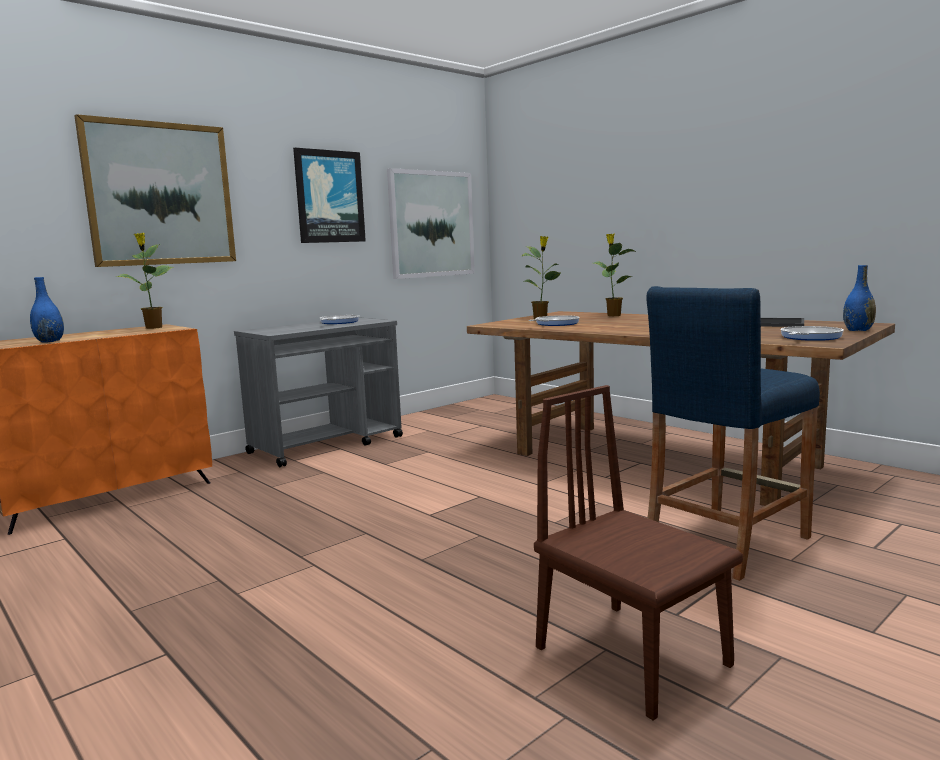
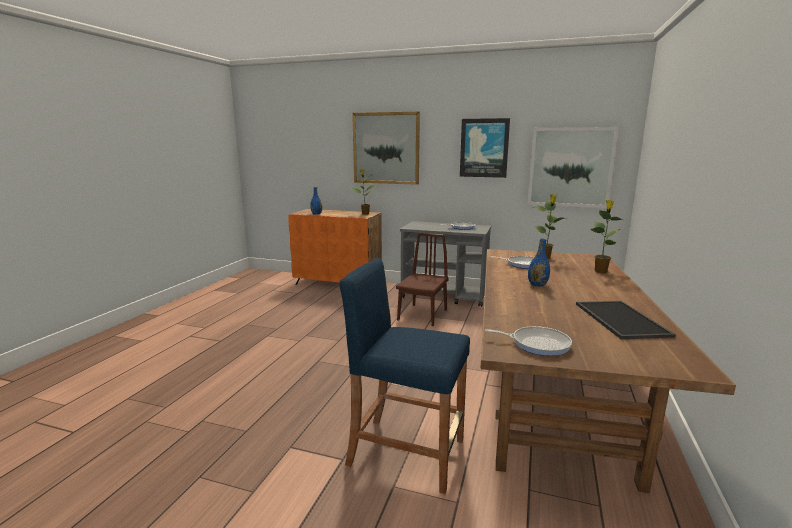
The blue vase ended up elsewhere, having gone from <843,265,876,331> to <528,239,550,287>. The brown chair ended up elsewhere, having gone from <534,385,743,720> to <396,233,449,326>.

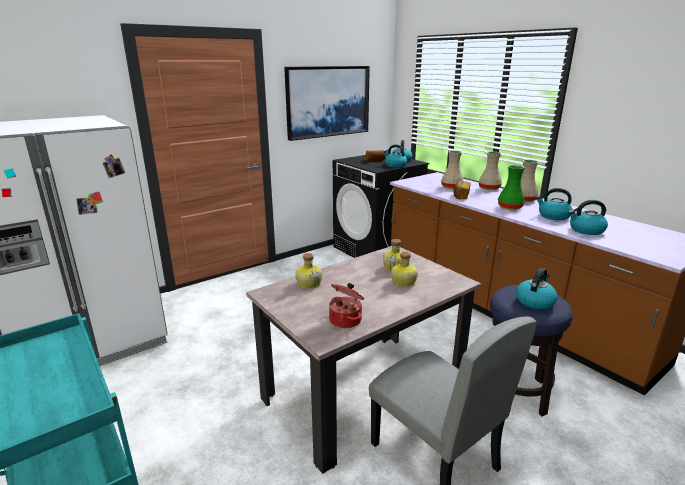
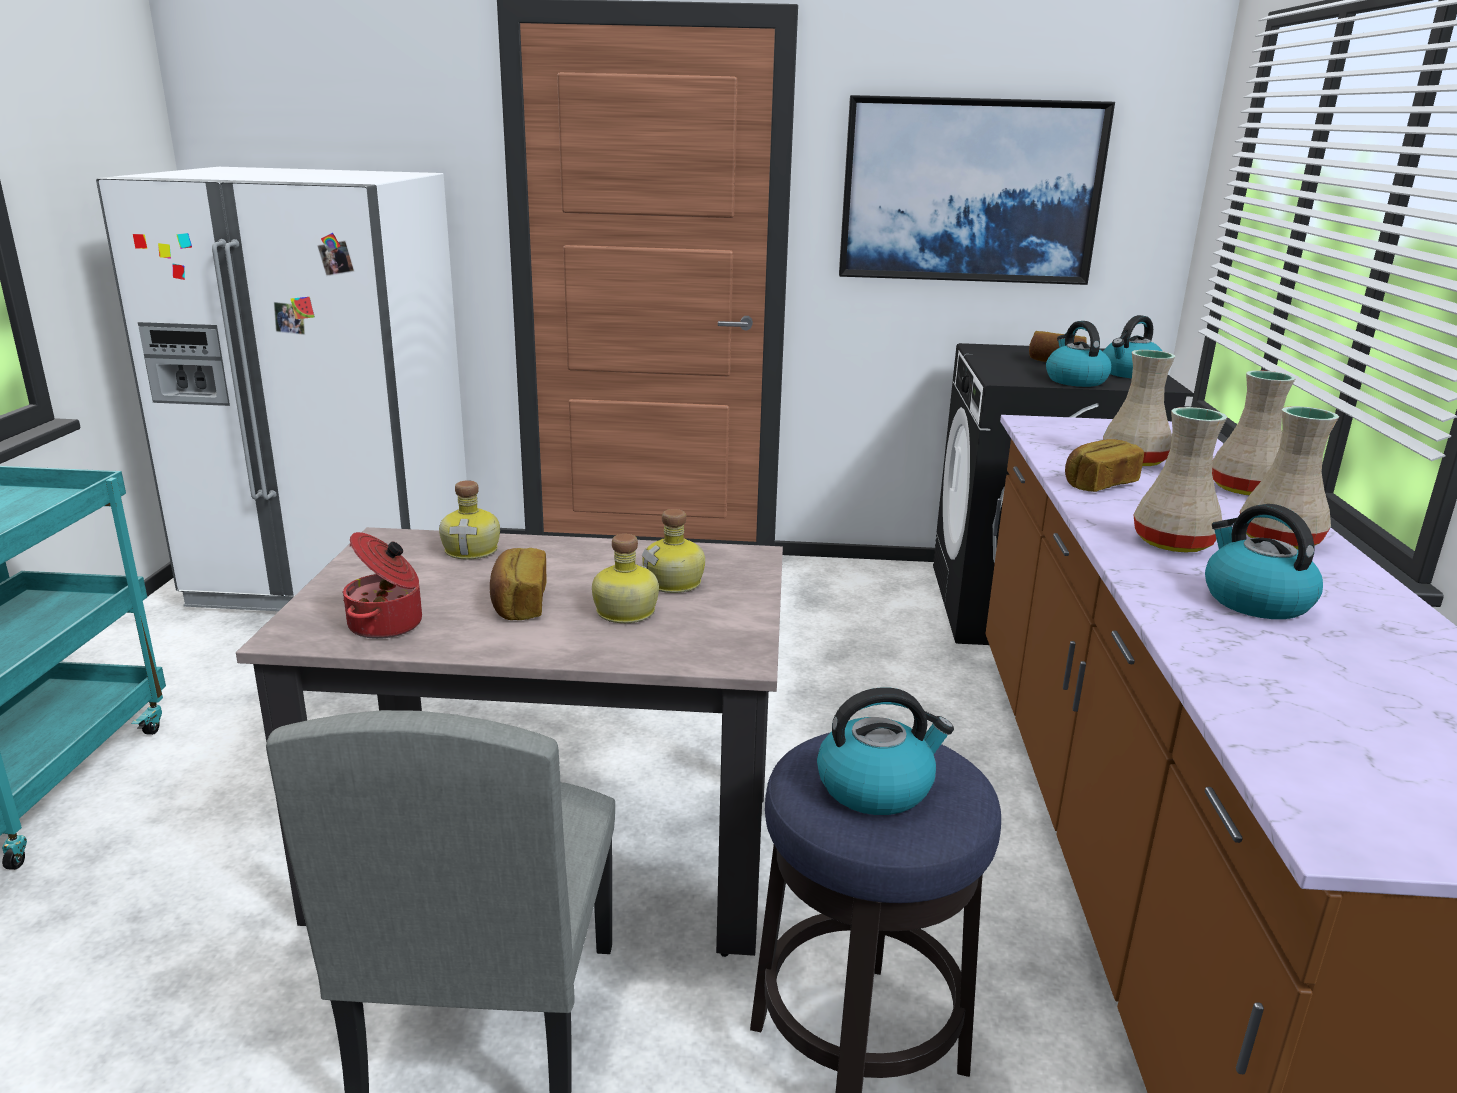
What was the green vase at <498,165,525,210> turned into the beige vase at <1133,407,1227,553>. The second view lost the kettle at <568,200,608,235>. The second view gained the bread at <490,548,547,620>.

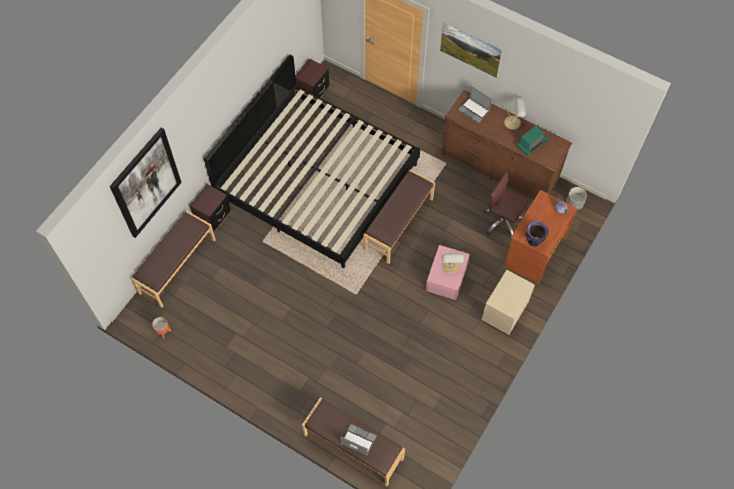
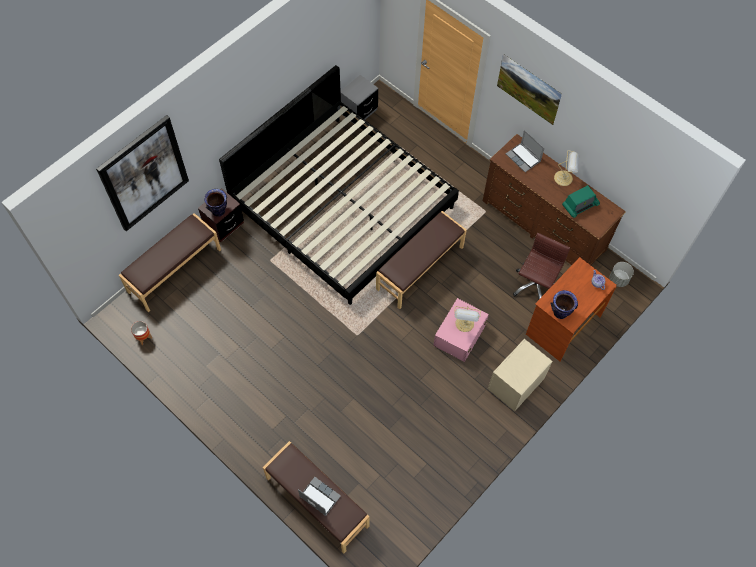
What was the brown nightstand at <295,58,329,105> turned into the grey nightstand at <341,75,378,124>. The brown office chair at <483,172,530,239> ended up facing another way, 75 degrees clockwise from before. The second view gained the vase at <204,189,227,217>.

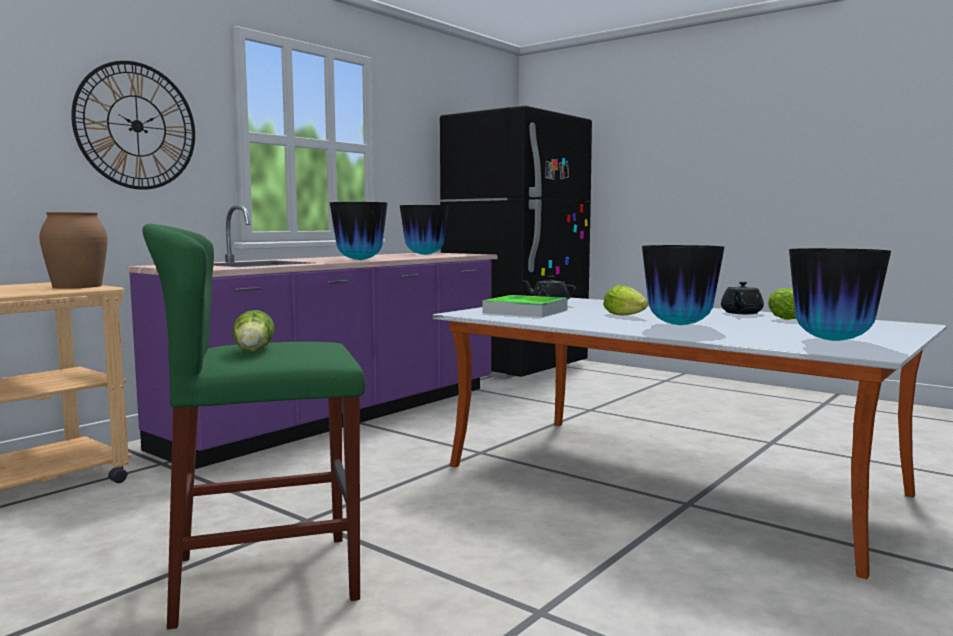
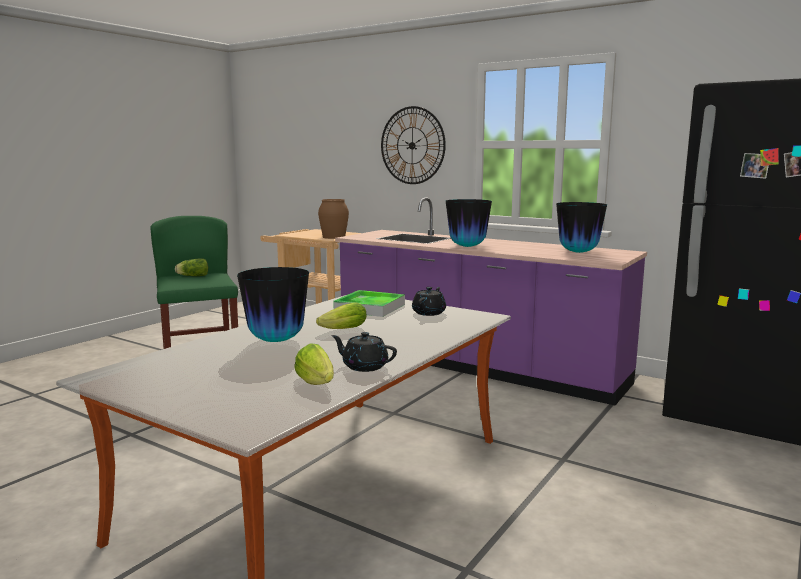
The second view lost the vase at <789,248,891,341>.

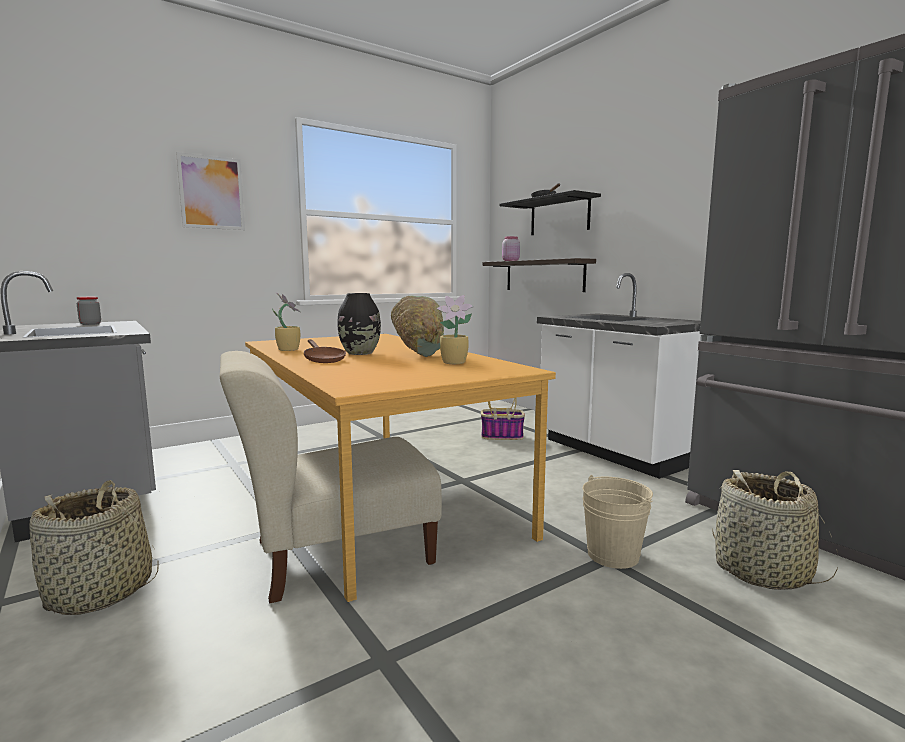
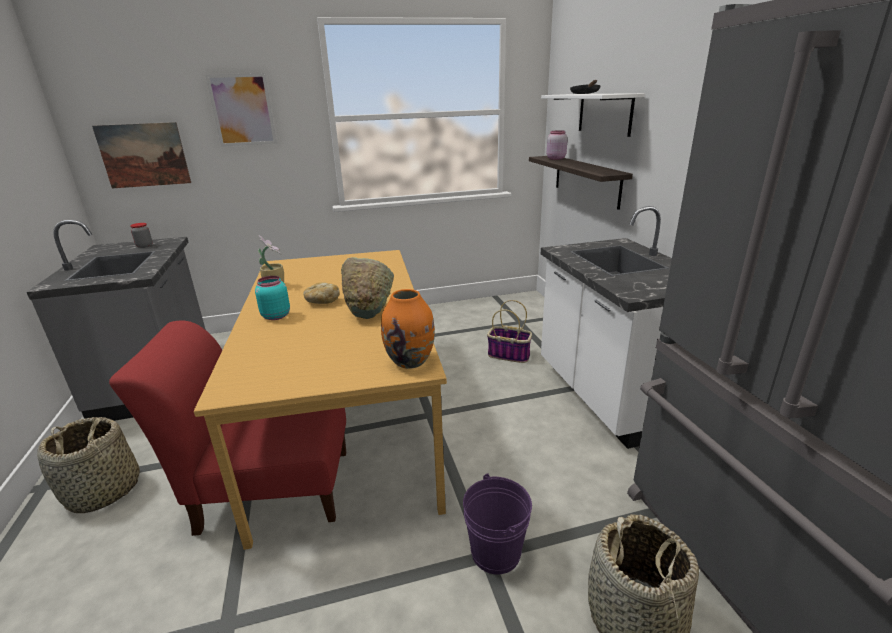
What was the black shelf at <500,190,601,235> turned into the white shelf at <541,93,645,137>. Where the black vase stood at <337,293,381,355>, the bread came to stand at <303,282,340,304>. The second view lost the potted plant at <436,295,474,364>. Where the brown frying pan stood at <304,339,346,363>, the turquoise jar came to stand at <255,276,290,320>. What was the beige chair at <220,351,442,603> turned into the red chair at <109,320,346,536>. What was the beige bucket at <583,475,653,569> turned into the purple bucket at <463,473,532,575>. The second view gained the picture at <92,122,191,188>. The second view gained the orange vase at <381,289,435,369>.

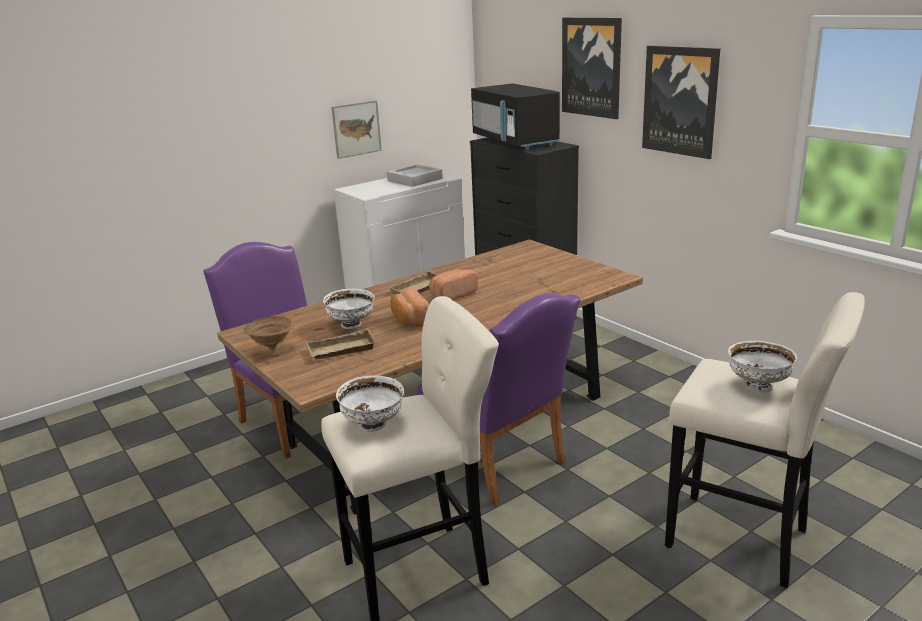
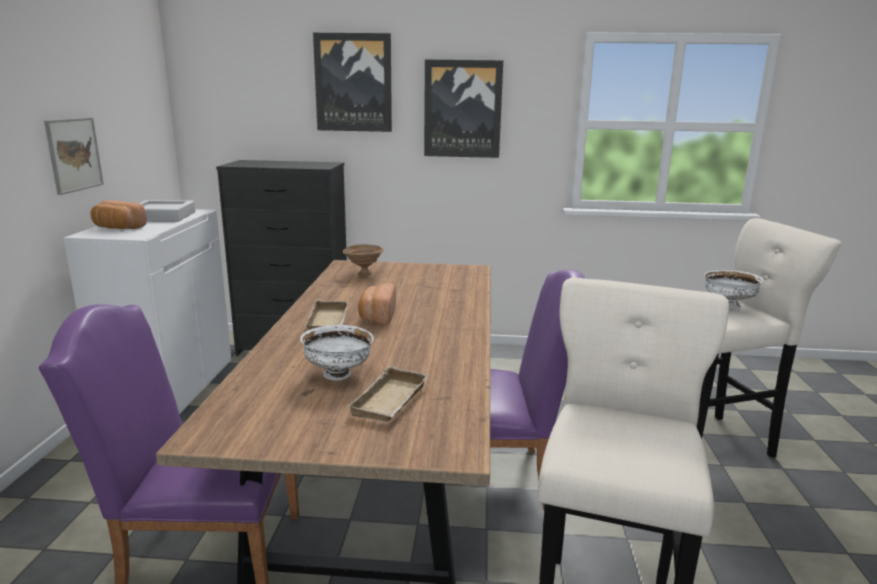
The second view lost the black microwave at <471,83,560,150>. The bread ended up elsewhere, having gone from <391,288,429,327> to <91,200,147,229>. The brown bowl ended up elsewhere, having gone from <243,316,294,357> to <343,244,384,276>. The second view lost the white bowl at <336,375,404,432>.

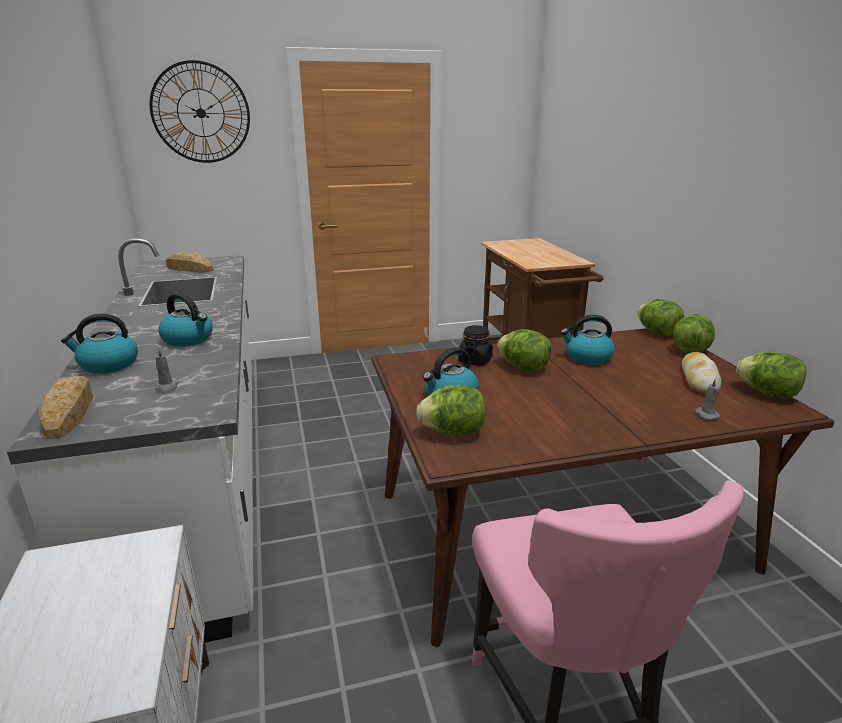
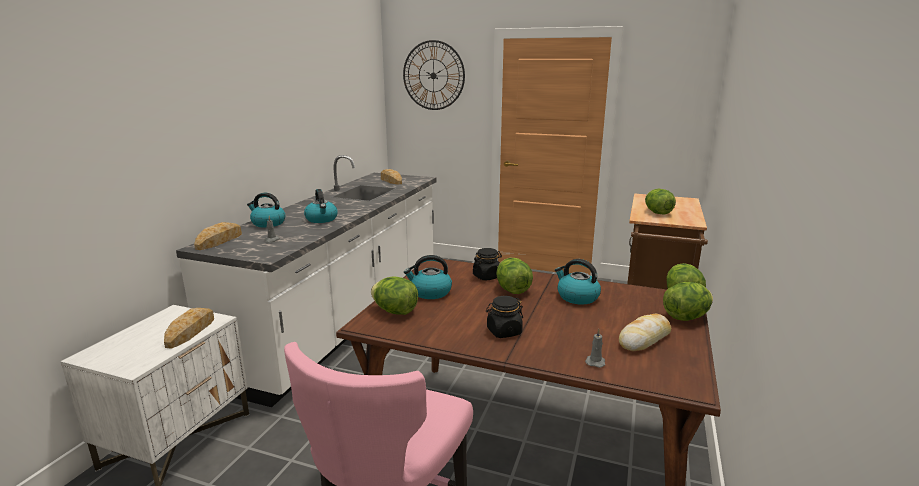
The lettuce ended up elsewhere, having gone from <736,351,807,398> to <645,189,676,215>. The second view gained the black jar at <486,296,523,338>. The second view gained the bread at <164,308,214,349>.

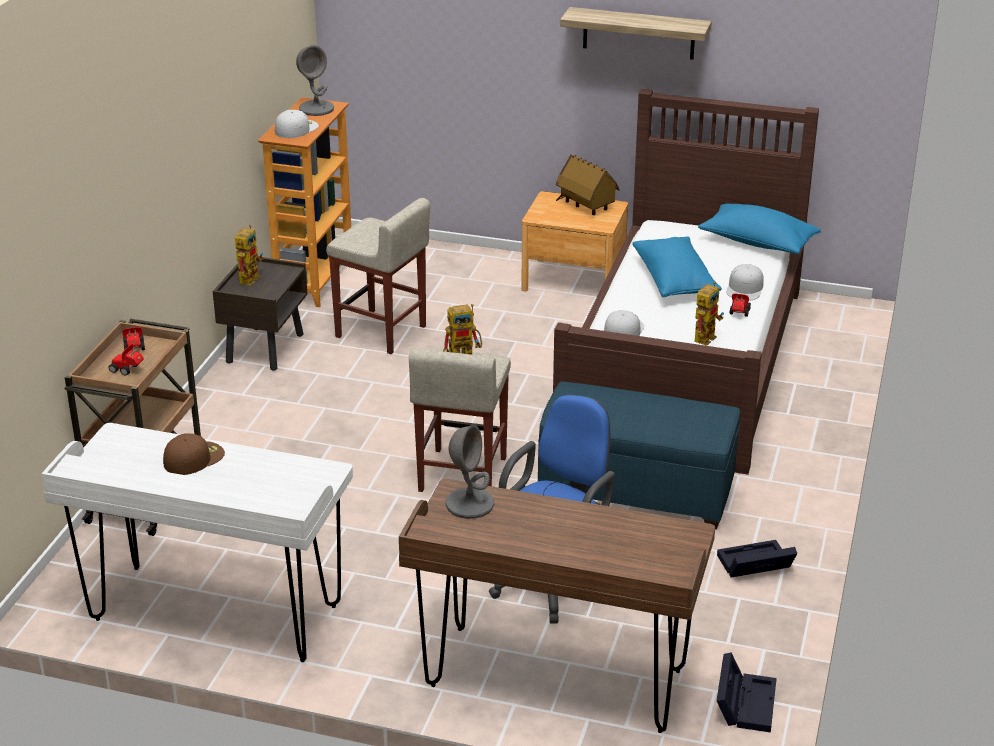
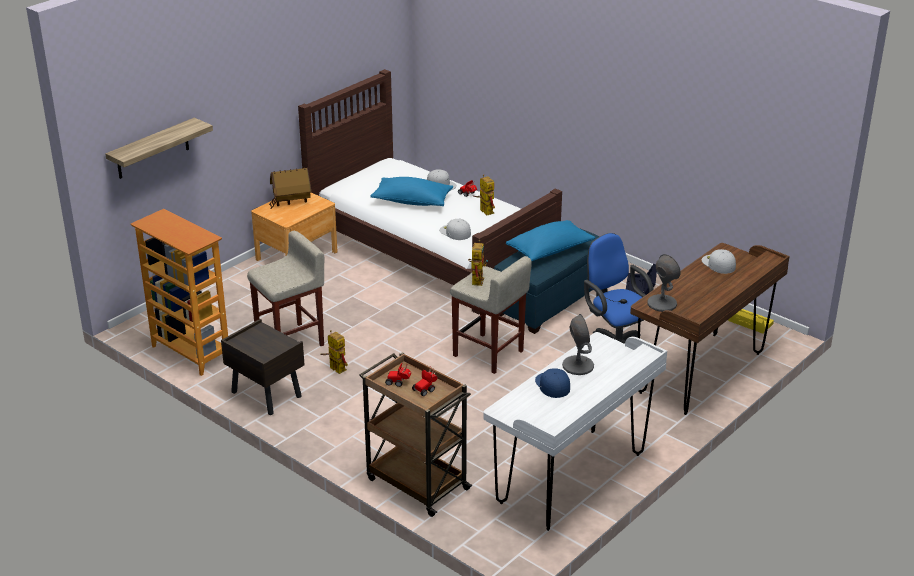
The shelf ended up elsewhere, having gone from <560,7,712,60> to <105,118,213,179>. The grey table lamp ended up elsewhere, having gone from <296,45,334,116> to <562,314,594,375>. The white cap ended up elsewhere, having gone from <275,110,319,138> to <702,249,736,274>. The blue pillow ended up elsewhere, having gone from <698,203,821,254> to <506,220,595,261>. The toy robot ended up elsewhere, having gone from <235,224,264,286> to <320,330,348,374>. What was the brown cap at <163,433,225,475> turned into the blue cap at <535,368,570,398>. What was the black storage box at <717,652,777,733> turned into the yellow storage box at <728,309,774,334>.

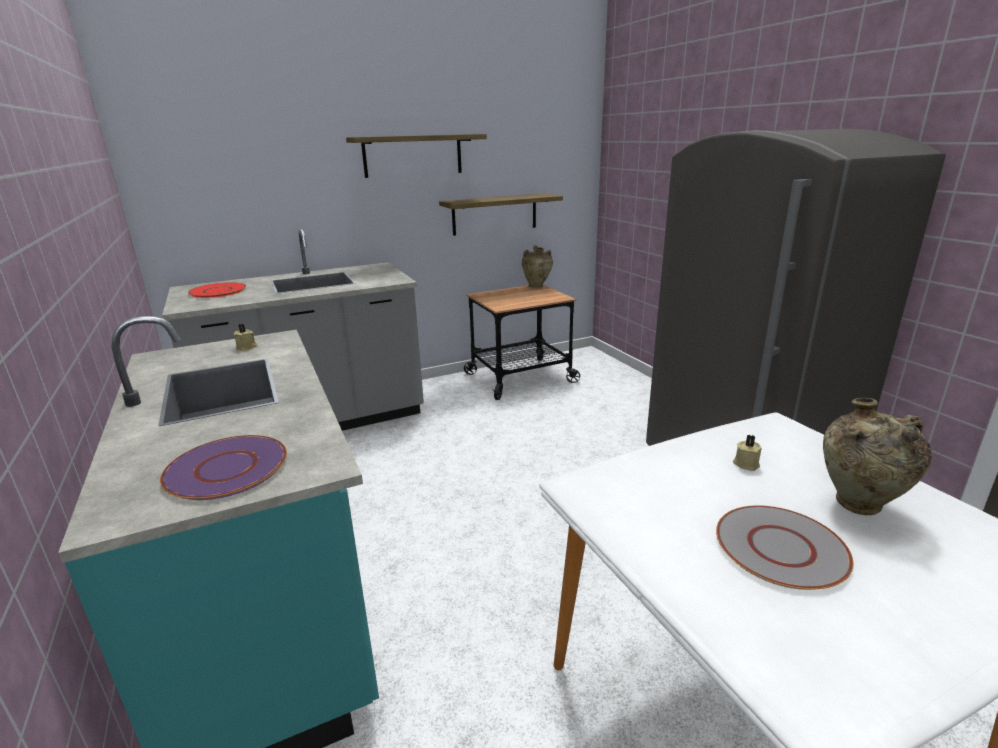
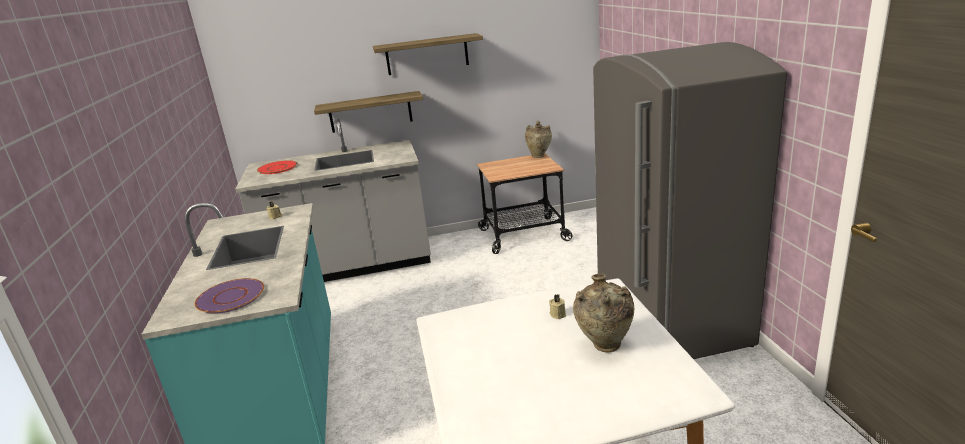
The shelf ended up elsewhere, having gone from <439,193,563,236> to <314,91,423,133>. The second view lost the grey plate at <716,505,853,590>.

